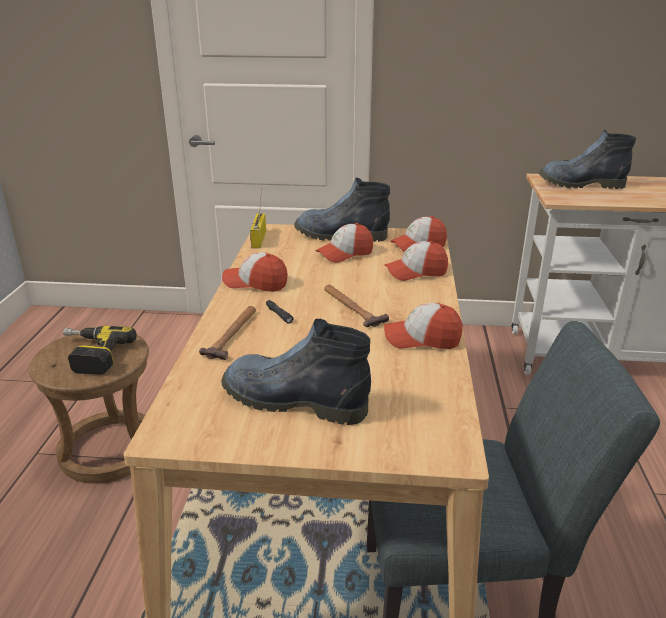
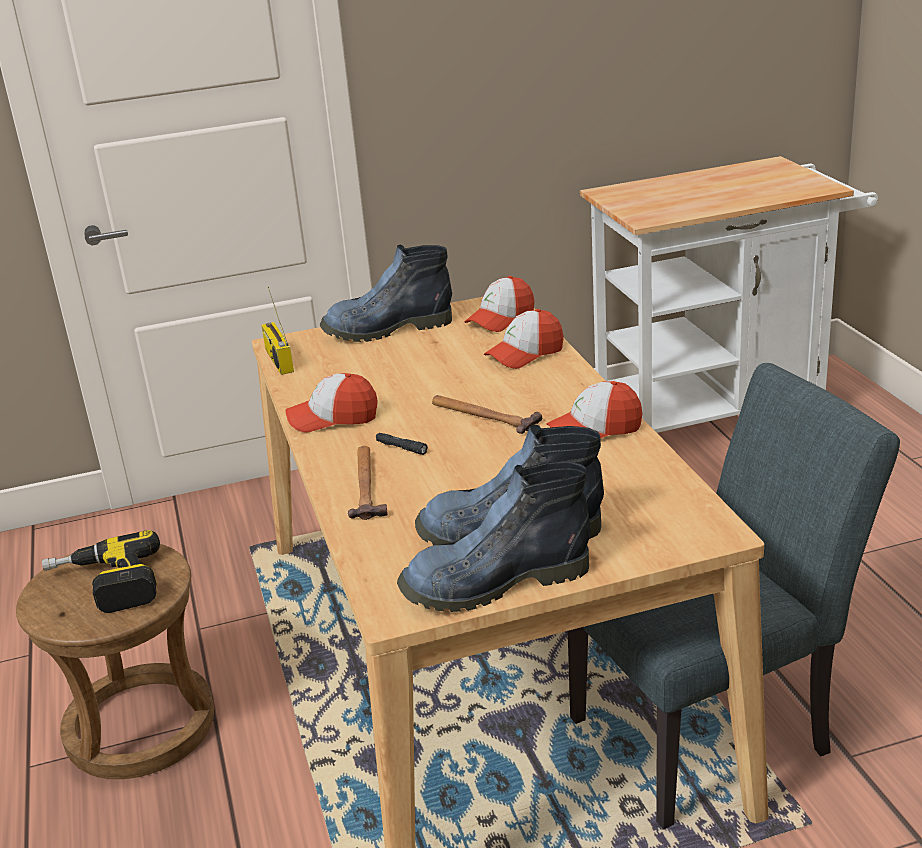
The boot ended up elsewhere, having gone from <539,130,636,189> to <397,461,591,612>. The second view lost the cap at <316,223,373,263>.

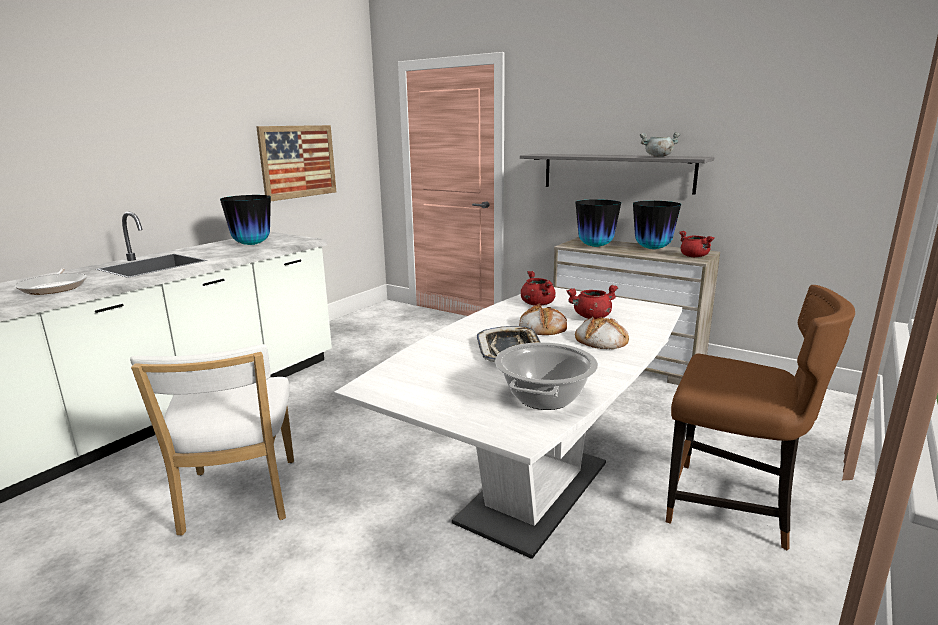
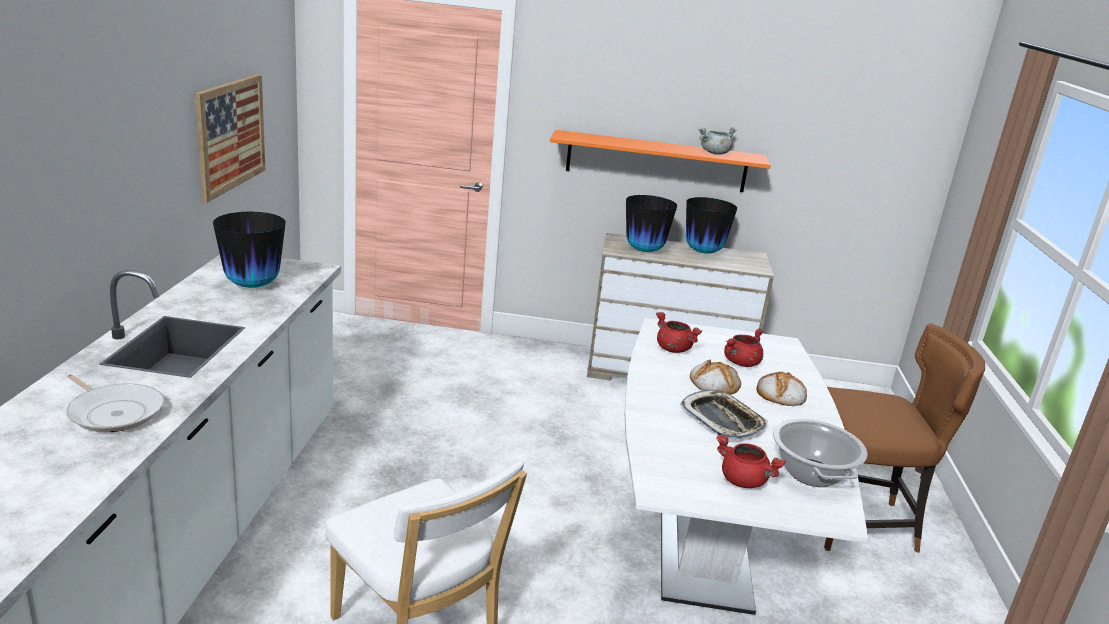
What was the grey shelf at <520,154,714,195> turned into the orange shelf at <550,130,771,192>. The red cooking pot ended up elsewhere, having gone from <679,231,715,257> to <716,435,786,488>.

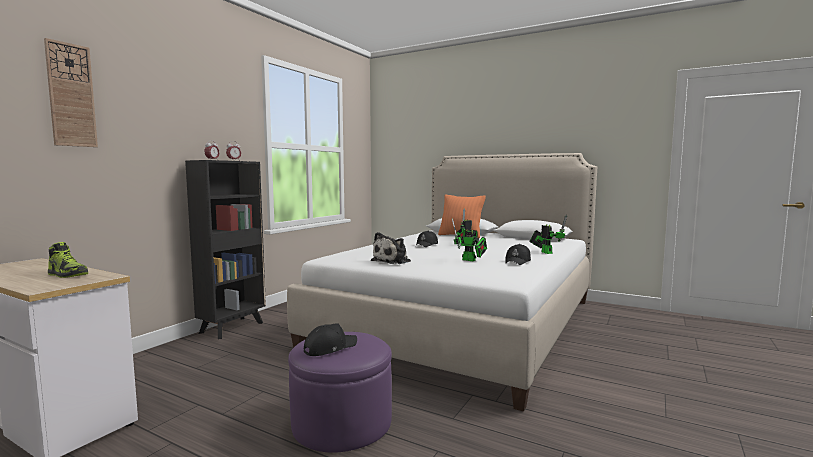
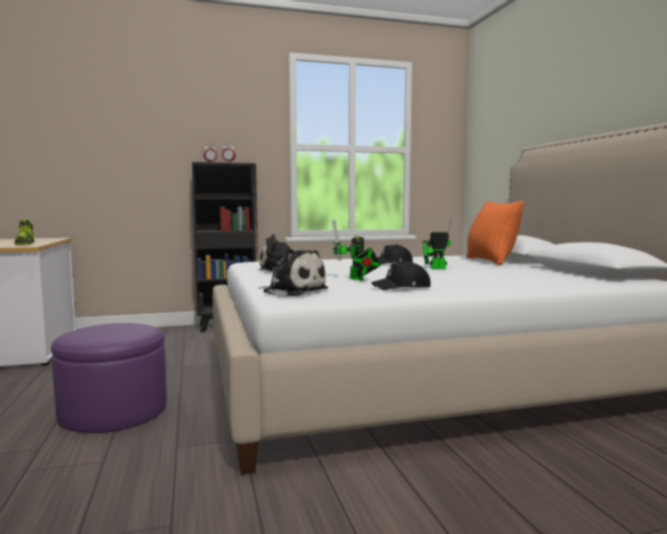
The second view lost the wall clock at <44,38,98,147>. The second view lost the toy robot at <529,215,567,254>. The second view lost the black cap at <304,323,357,356>. The second view gained the plush toy at <258,248,328,296>.

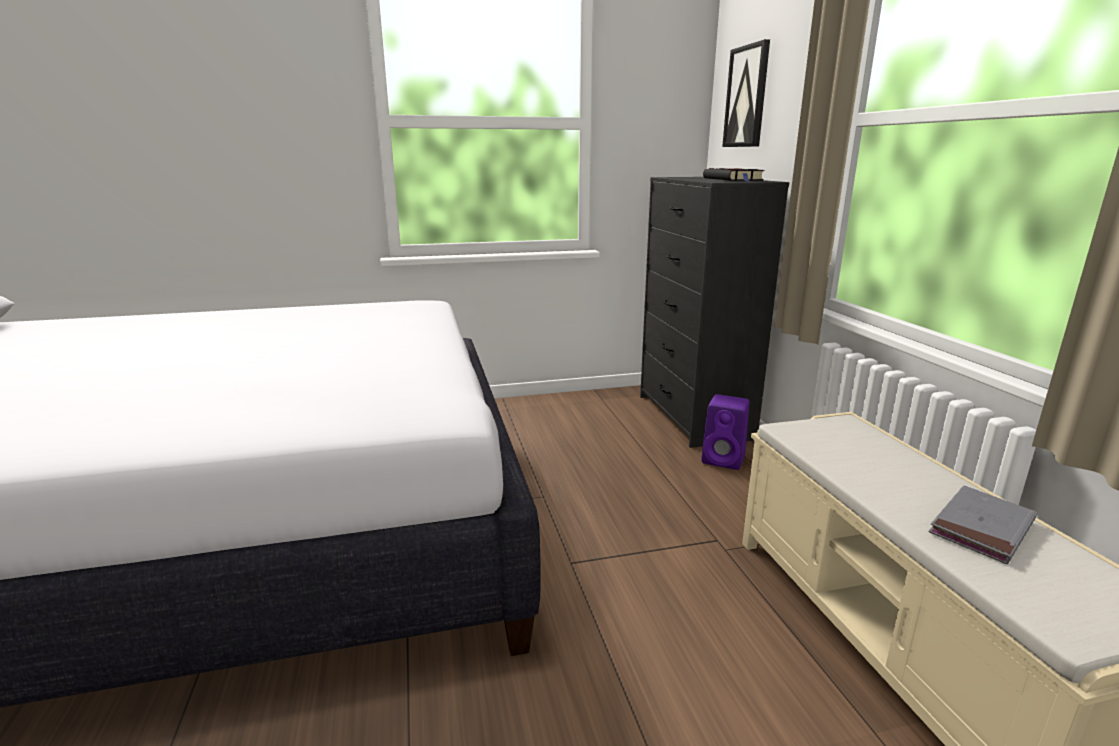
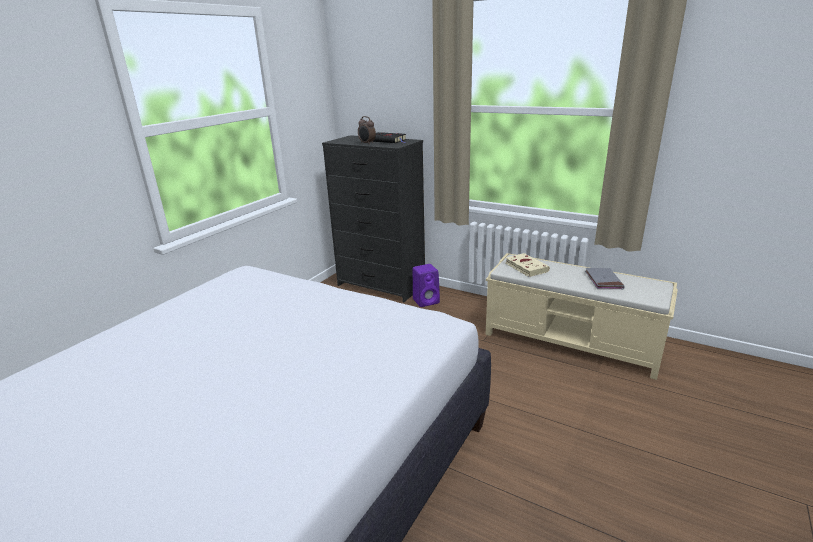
The second view lost the picture at <722,39,770,147>. The second view gained the alarm clock at <358,116,376,145>. The second view gained the beige book at <505,253,550,277>.

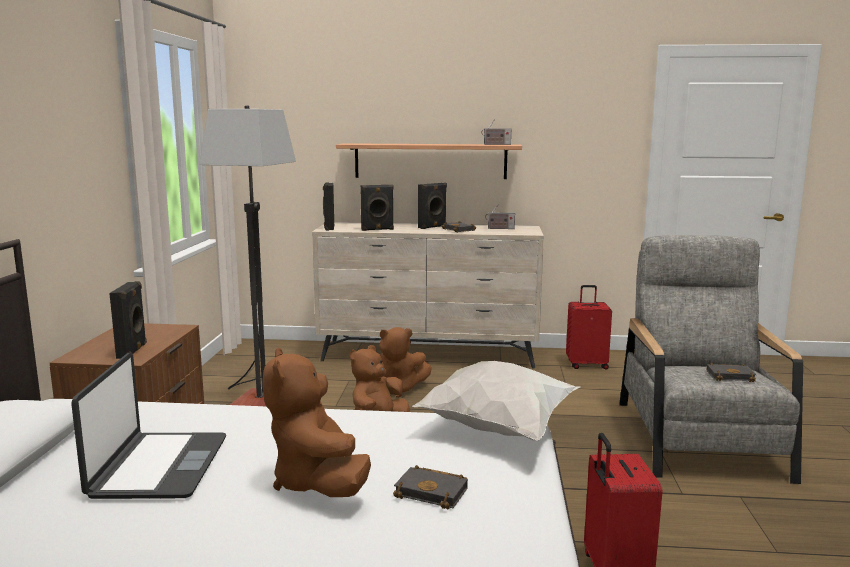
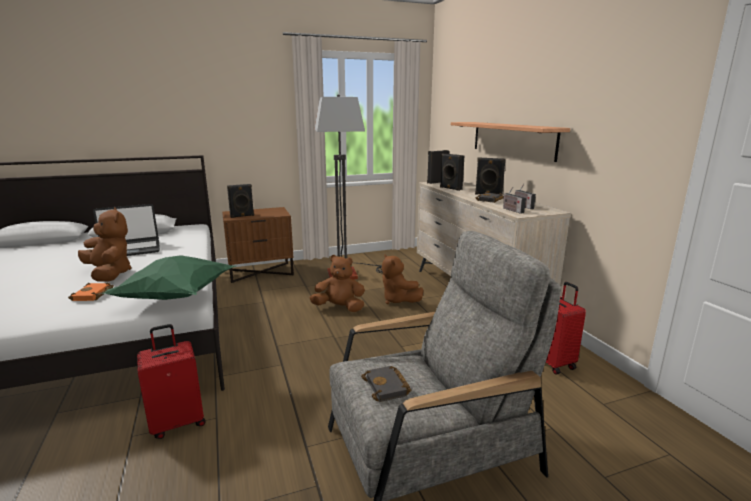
The radio ended up elsewhere, having gone from <481,121,511,145> to <503,188,526,214>. The brown plush toy at <263,347,371,497> ended up facing another way, 90 degrees clockwise from before. What was the white pillow at <412,361,580,441> turned into the green pillow at <102,255,236,300>. What was the black book at <393,465,468,510> turned into the orange book at <68,283,114,301>.

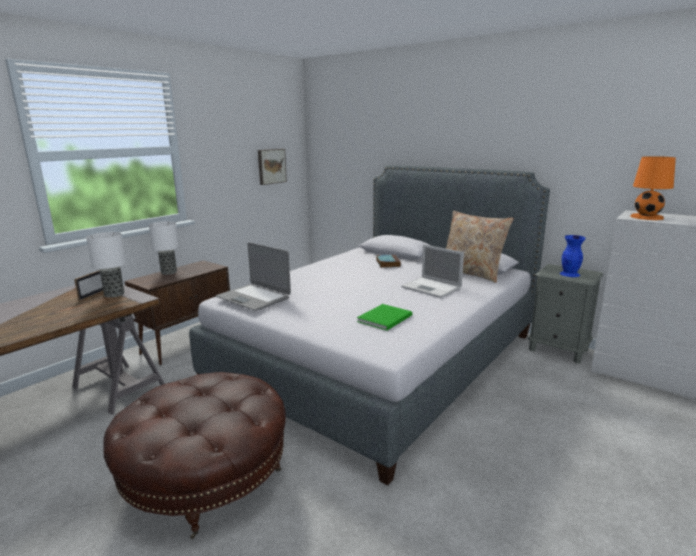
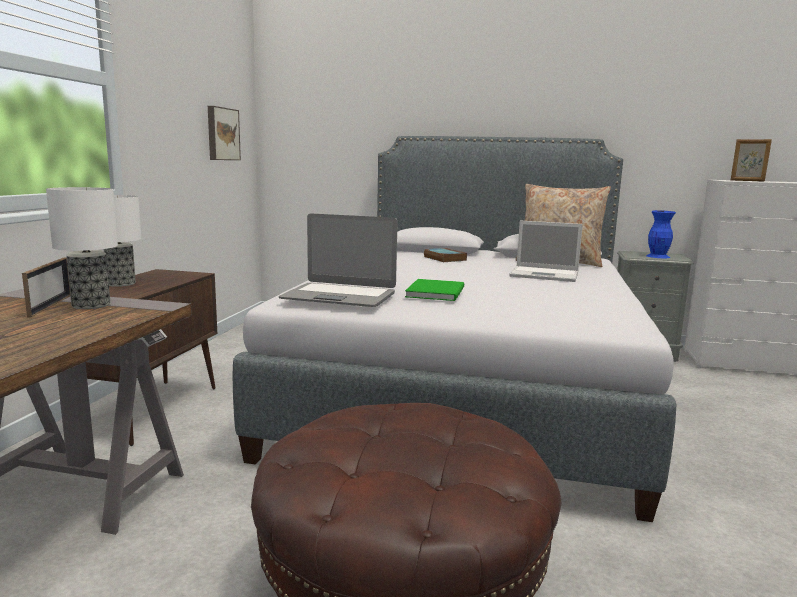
Where the orange table lamp stood at <630,156,676,220>, the picture frame came to stand at <731,139,772,181>. The green book ended up elsewhere, having gone from <357,304,412,331> to <405,279,464,301>.

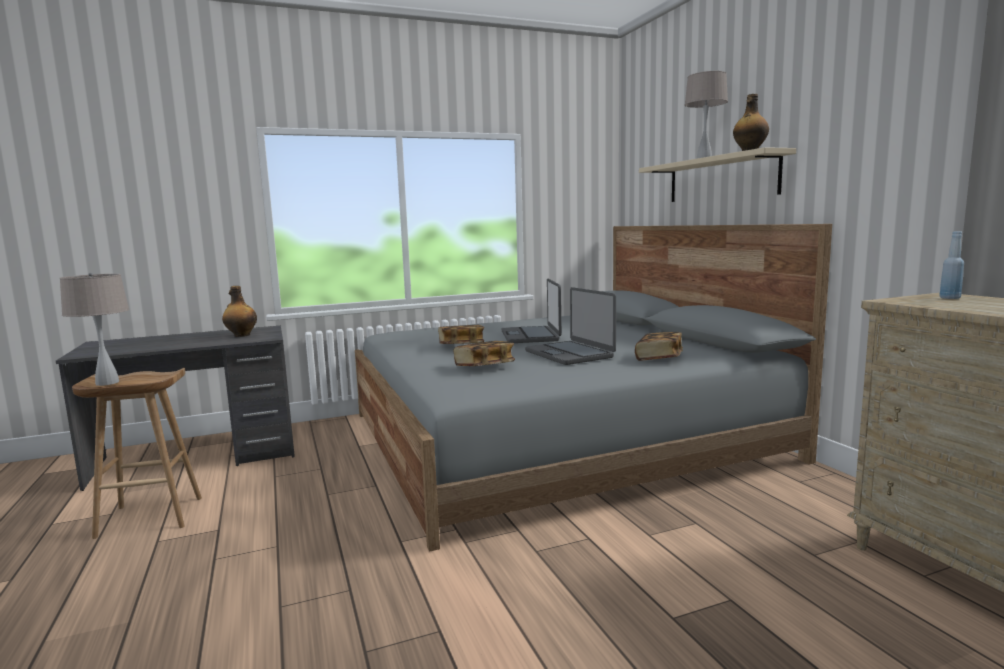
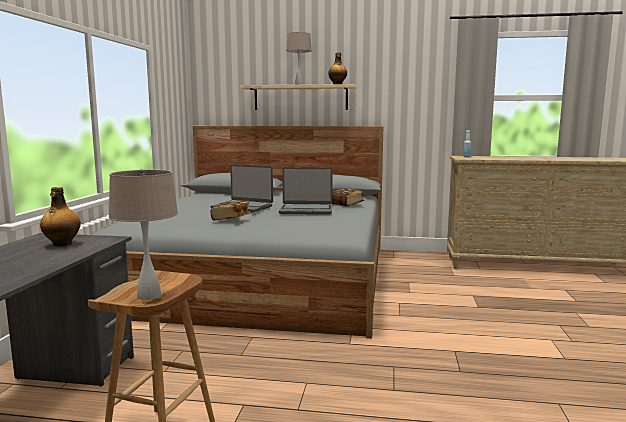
The second view lost the book at <453,341,515,366>.

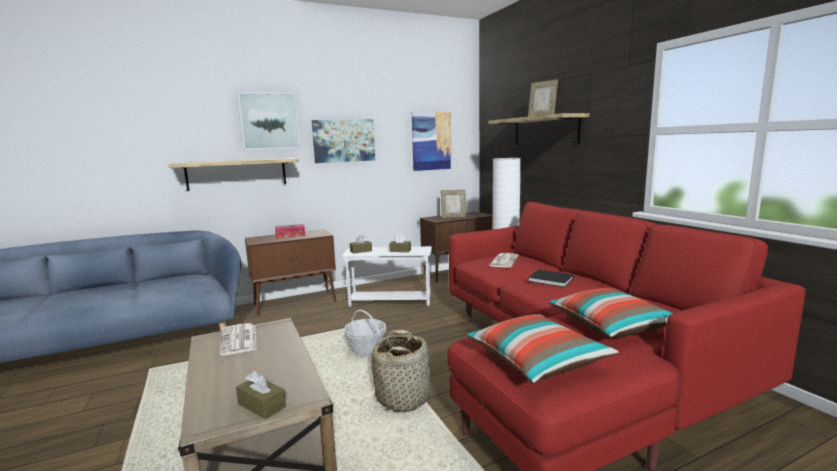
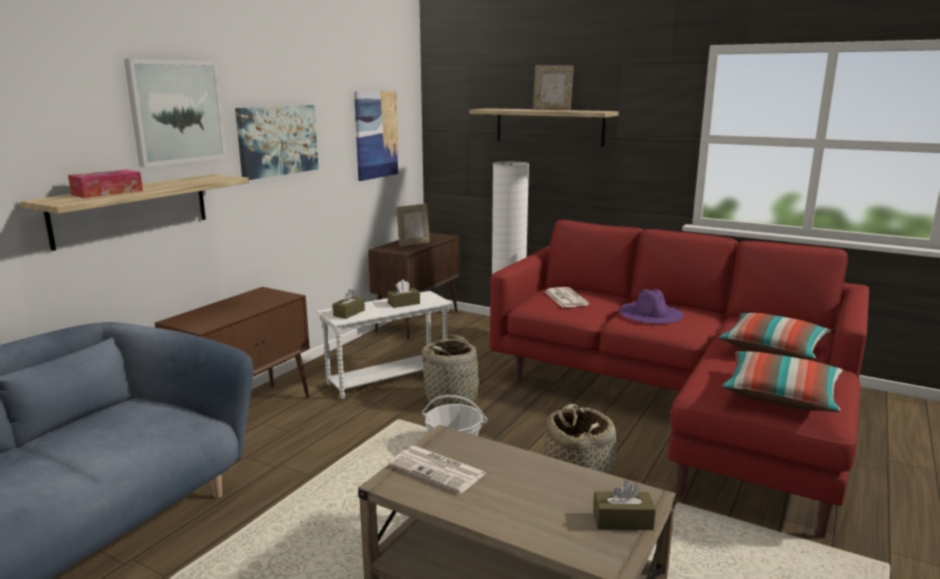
The tissue box ended up elsewhere, having gone from <275,224,305,239> to <68,169,143,198>. Where the black book stood at <528,270,574,287>, the purple hat came to stand at <619,289,684,324>. The second view gained the basket at <418,334,489,407>.

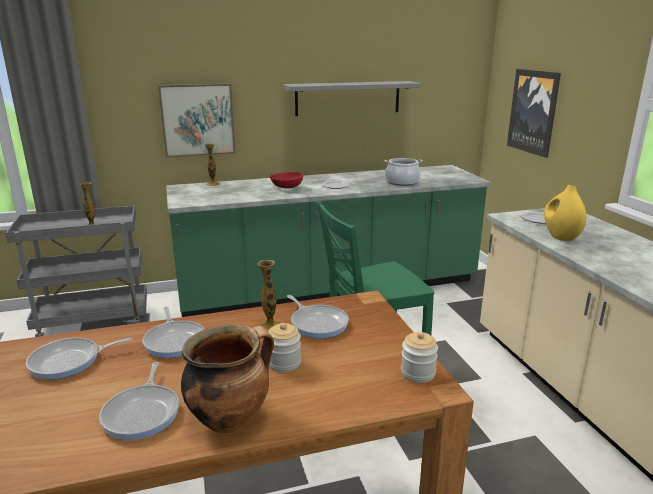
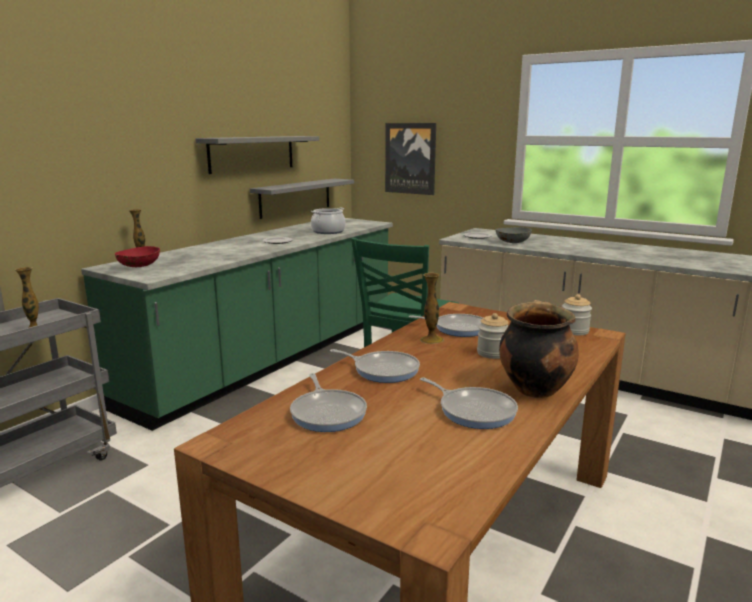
The second view lost the picture at <158,84,235,157>. The red bowl ended up elsewhere, having gone from <270,172,304,189> to <115,246,160,267>. Where the yellow vase stood at <544,185,586,241>, the grey bowl came to stand at <495,227,532,243>. The frying pan at <26,338,132,379> ended up facing another way, 45 degrees counterclockwise from before. The second view gained the grey shelf at <250,179,354,219>.

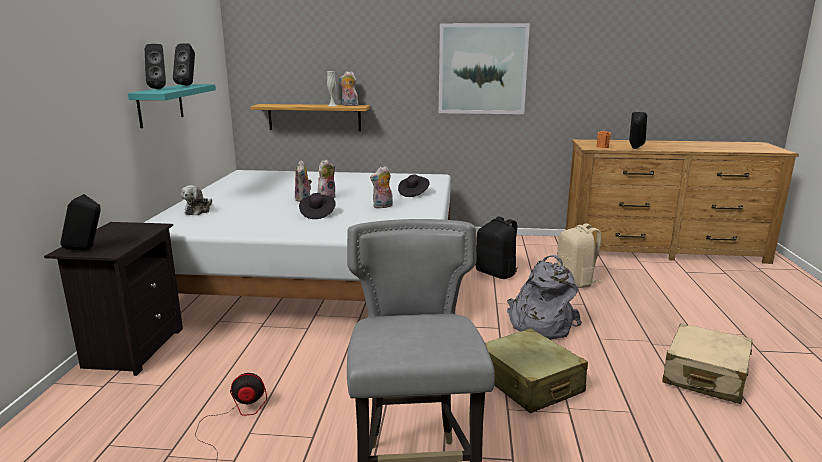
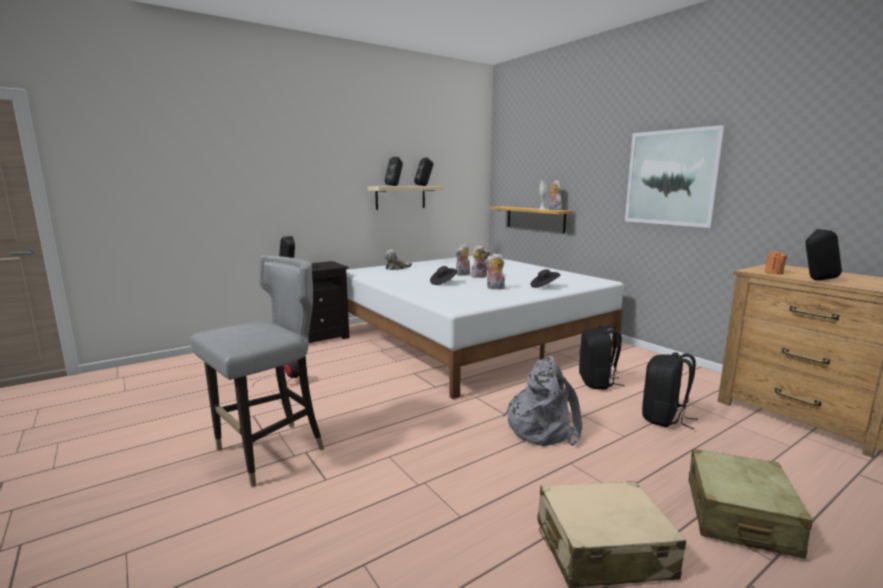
What was the turquoise shelf at <128,84,216,128> turned into the beige shelf at <368,186,444,210>. What was the beige backpack at <556,223,602,288> turned into the black backpack at <642,352,698,429>. The beige suitcase ended up elsewhere, having gone from <485,328,588,413> to <689,449,813,559>.

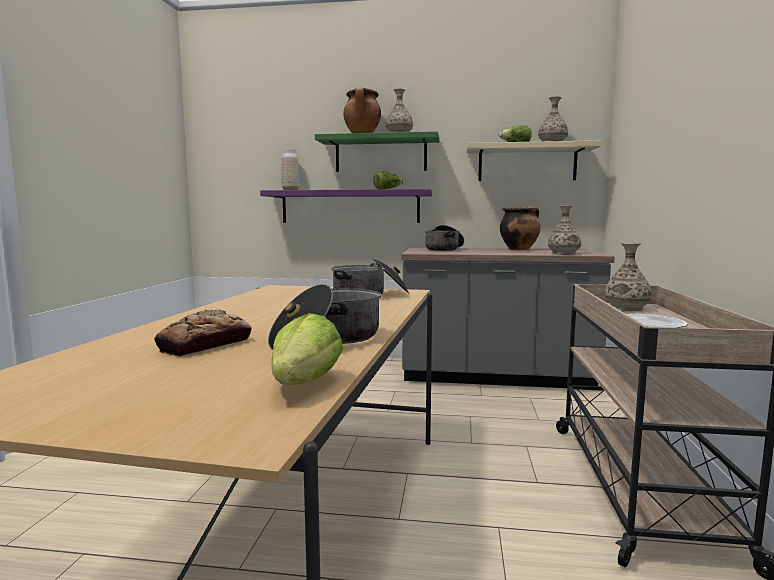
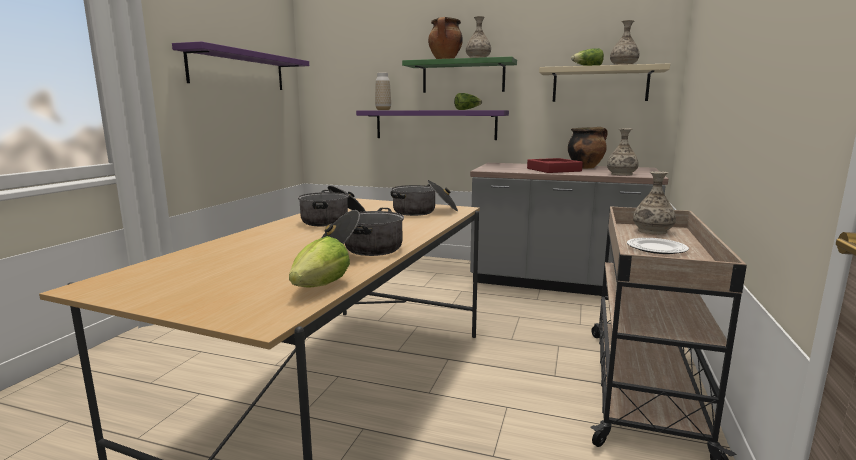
The cooking pot ended up elsewhere, having gone from <425,225,464,251> to <298,185,365,226>. The second view lost the bread at <154,310,252,356>. The second view gained the purple shelf at <172,41,309,90>. The second view gained the red tray at <527,158,583,173>.

